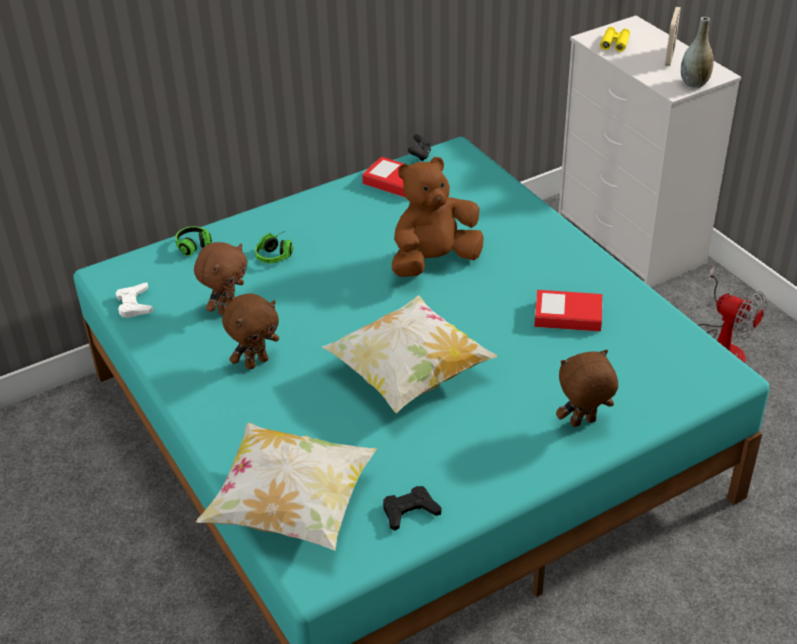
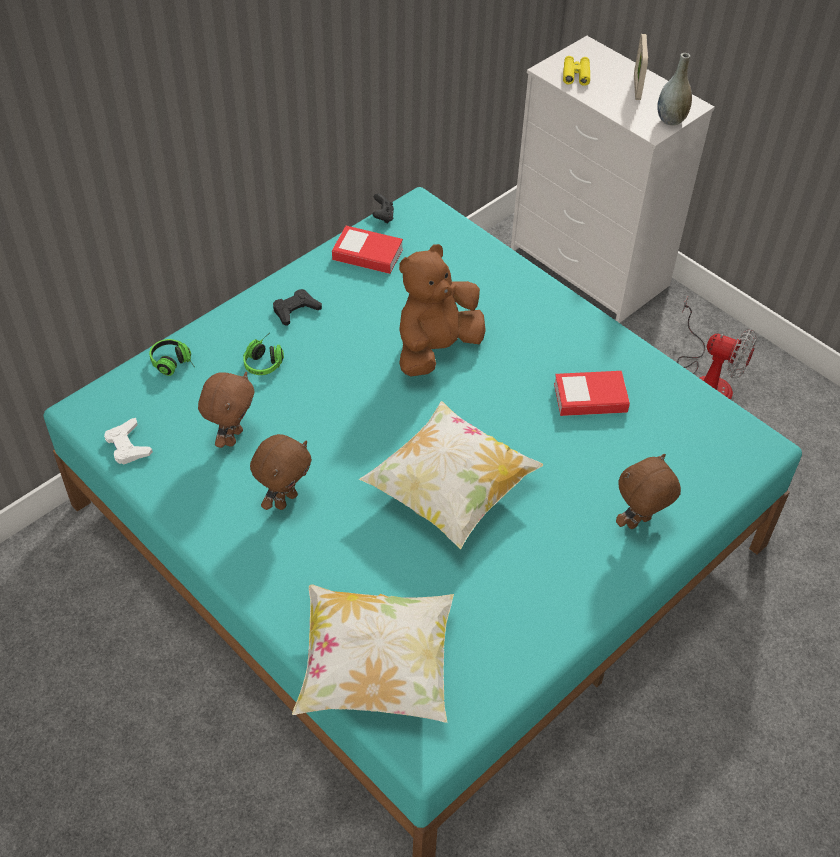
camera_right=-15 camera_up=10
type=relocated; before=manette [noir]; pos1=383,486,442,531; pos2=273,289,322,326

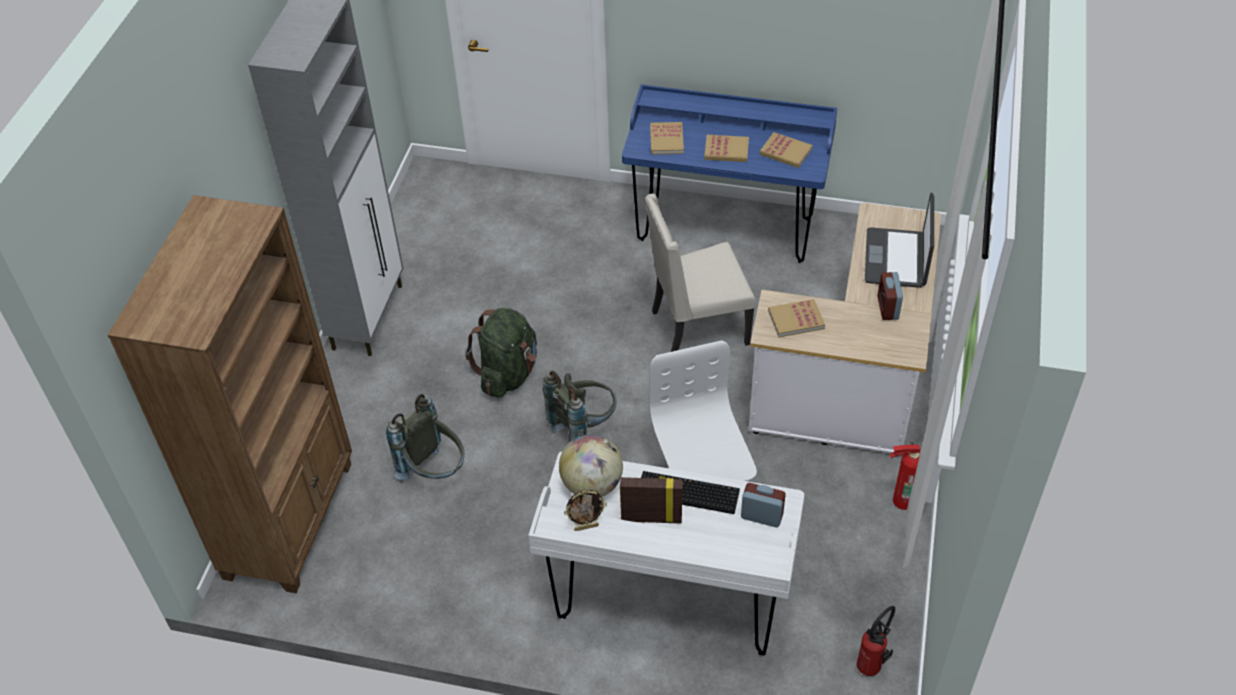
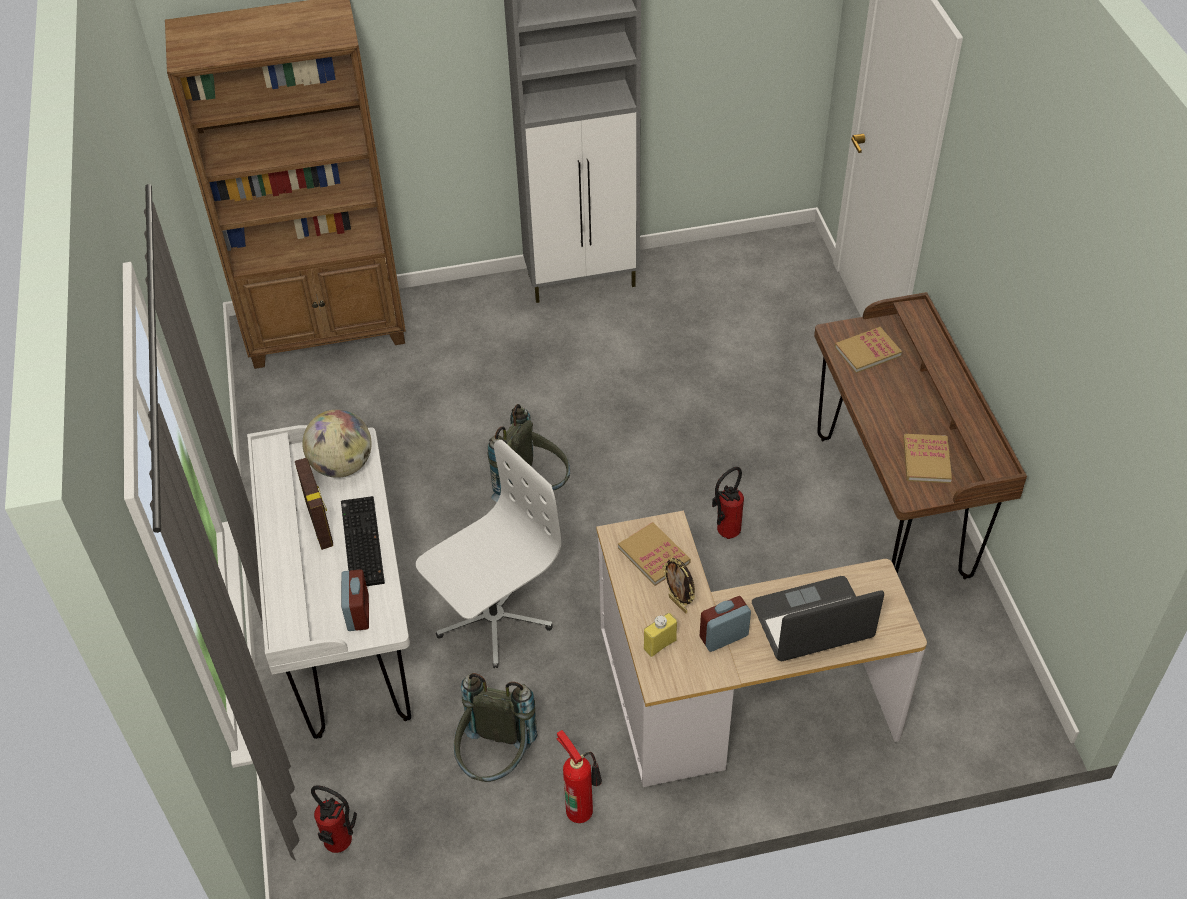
camera_right=65 camera_up=0
type=colour; before=bureau [bleu]; after=bureau [marron]; pos1=622,84,837,263; pos2=814,292,1027,579
type=missing; before=livre; pos1=704,135,749,162
type=exchanged; before=chaise [beige]; after=extincteur; pos1=645,194,755,352; pos2=712,467,744,539
type=missing; before=sac à dos [vert]; pos1=465,308,537,398
type=relocated; before=sac à dos [gris]; pos1=386,394,464,480; pos2=454,673,537,782
type=relocated; before=cadre photo; pos1=564,489,607,531; pos2=662,558,695,613
type=appeared; after=bouteille [jaune]; pos2=644,613,677,657

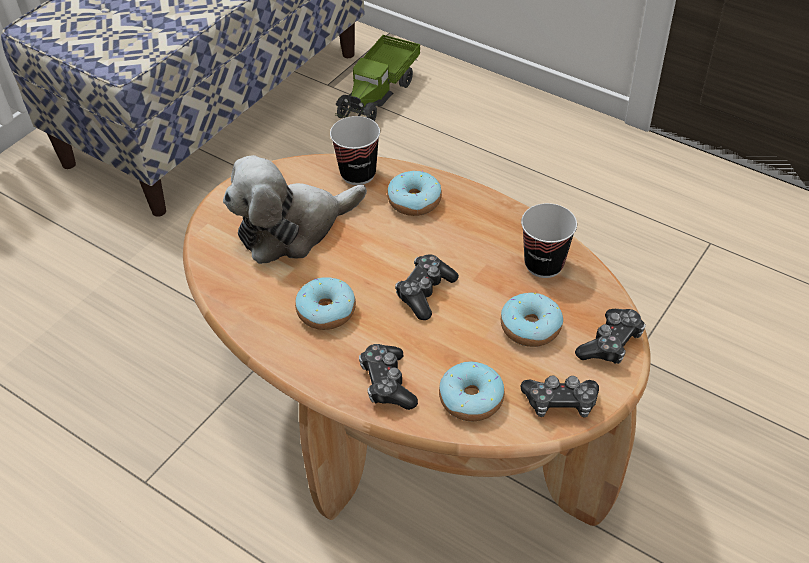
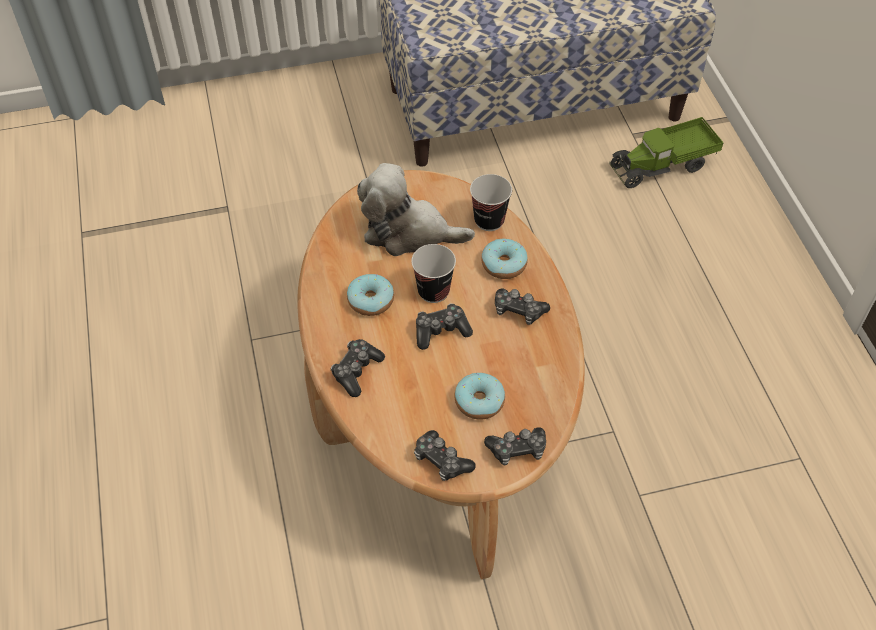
camera_right=40 camera_up=5
type=relocated; before=tasse; pos1=521,203,577,278; pos2=411,244,456,303
type=missing; before=beignet; pos1=439,362,505,421
type=appeared; after=manette; pos2=495,288,550,325

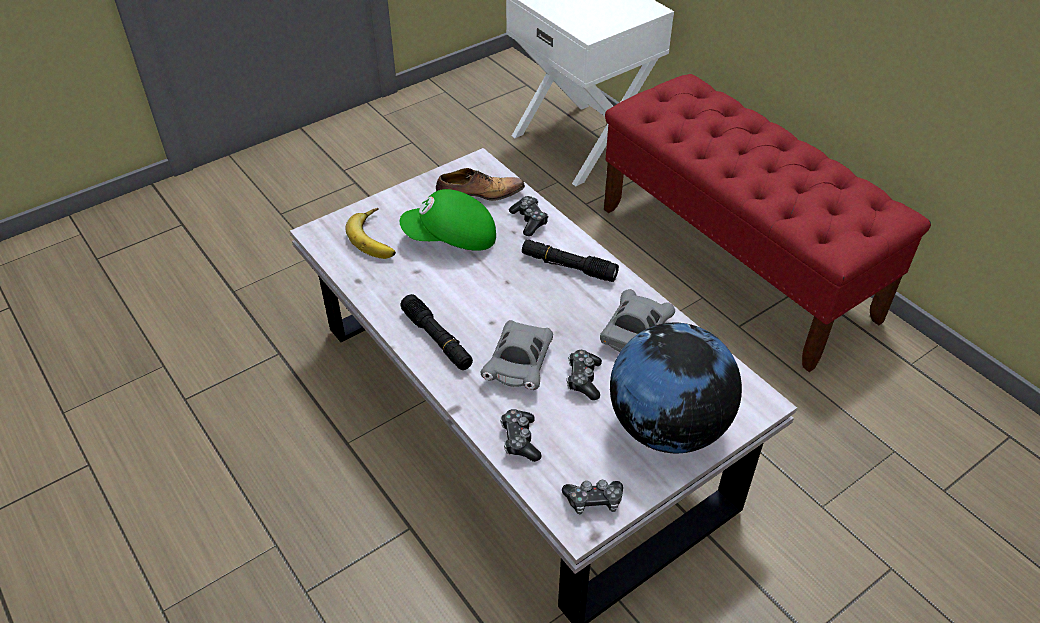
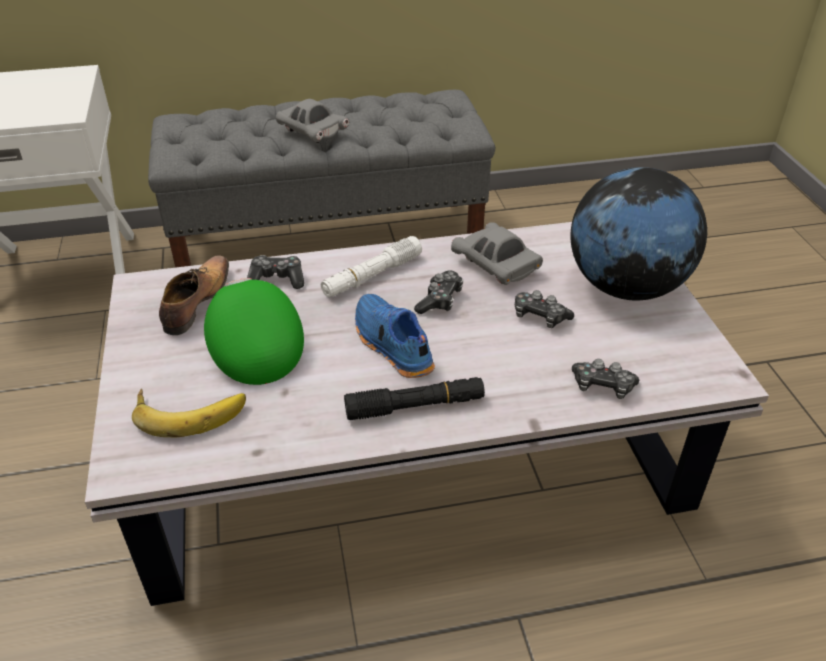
camera_right=-65 camera_up=-5
type=colour; before=banc [rouge]; after=banc [gris]; pos1=604,74,931,372; pos2=148,90,495,268
type=spun; before=casquette [vert]; pos1=400,189,496,251; pos2=204,278,304,385; turn=135
type=colour; before=lampe de poche [noir]; after=lampe de poche [blanc]; pos1=522,240,619,282; pos2=321,236,422,297
type=relocated; before=petite voiture [gris]; pos1=480,320,553,390; pos2=276,99,349,143
type=relocated; before=manette; pos1=562,480,623,514; pos2=414,271,463,314
type=appeared; after=chaussure [bleu]; pos2=355,294,435,378

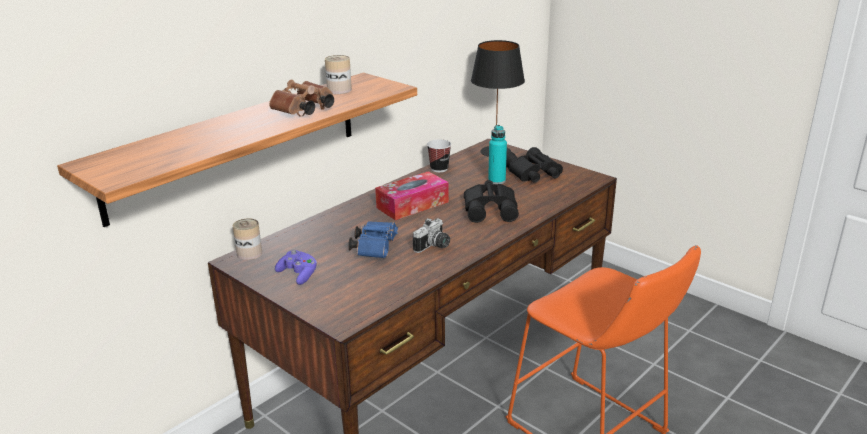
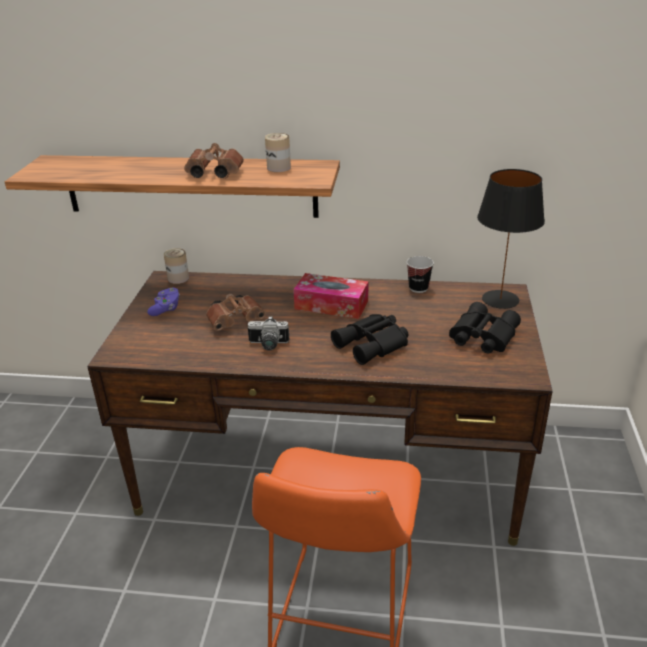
camera_right=55 camera_up=5
type=missing; before=bouteille [turquoise]; pos1=488,125,507,184
type=colour; before=jumelles [bleu]; after=jumelles [marron]; pos1=348,221,398,258; pos2=206,294,266,331

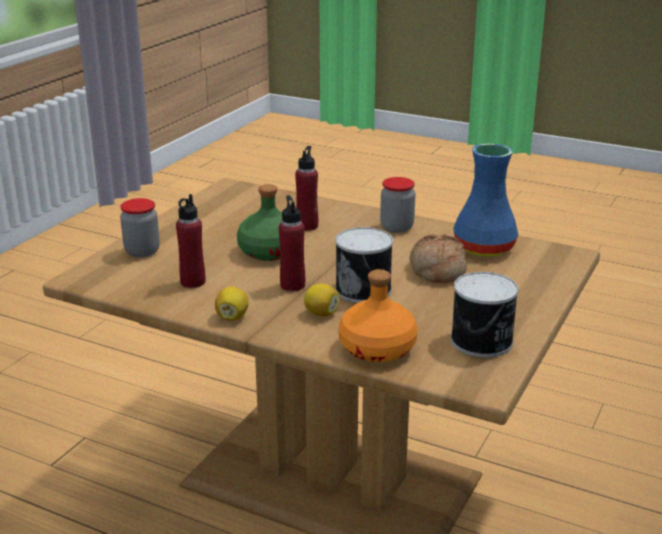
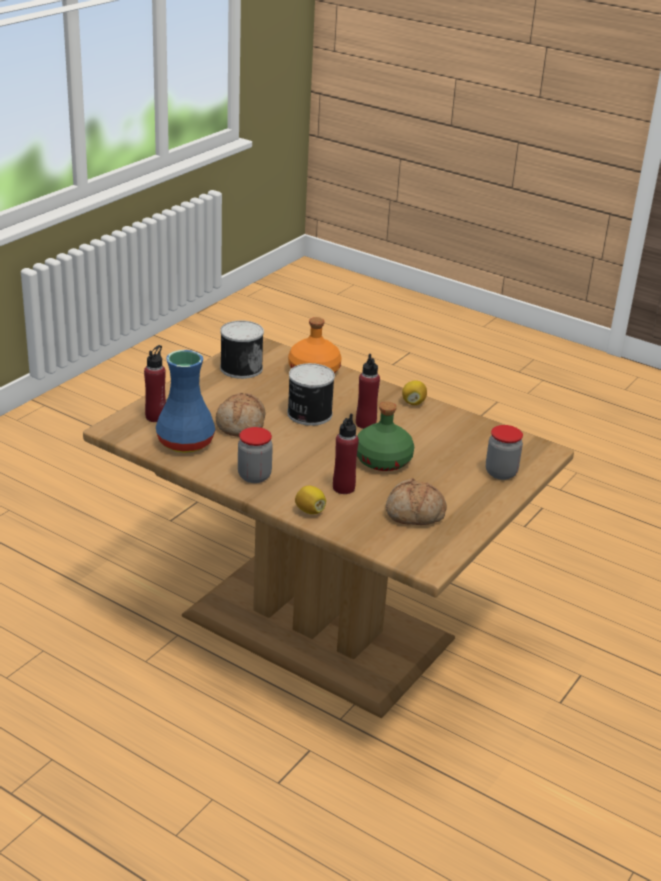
camera_right=-175 camera_up=5
type=relocated; before=bouteille [rouge]; pos1=176,194,206,288; pos2=144,345,166,422
type=relocated; before=citron; pos1=304,283,340,316; pos2=295,486,326,514
type=appeared; after=pain; pos2=386,478,447,525

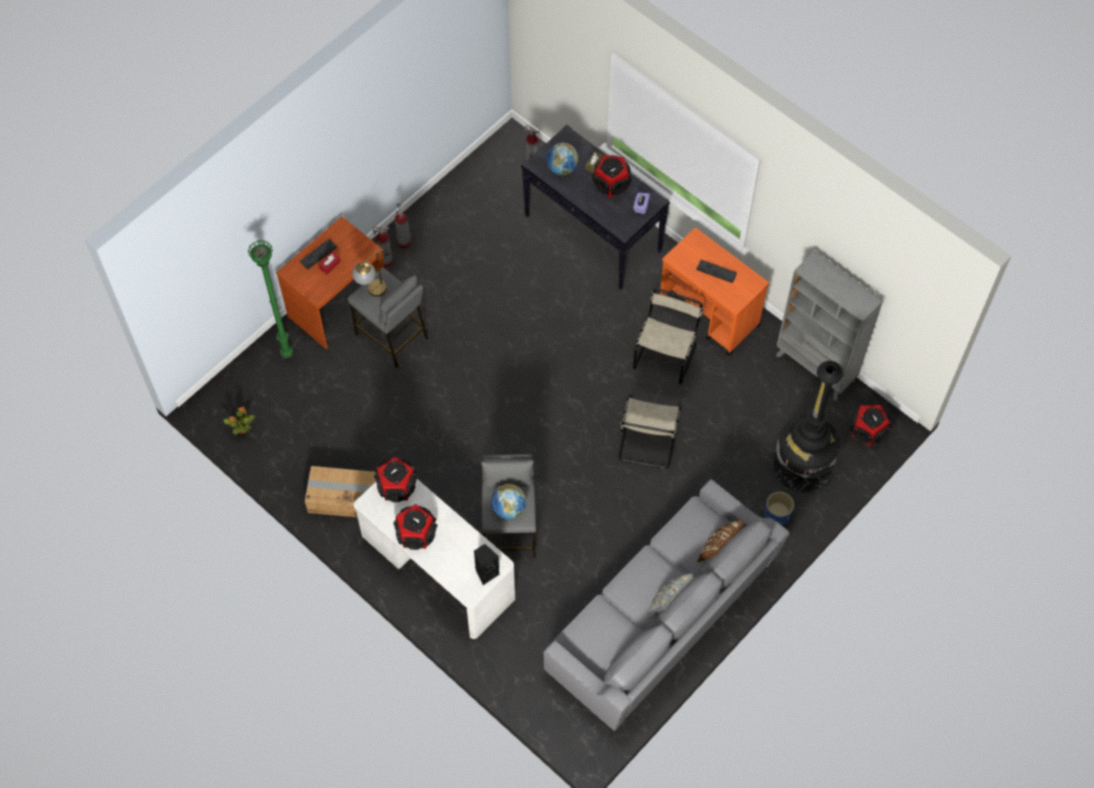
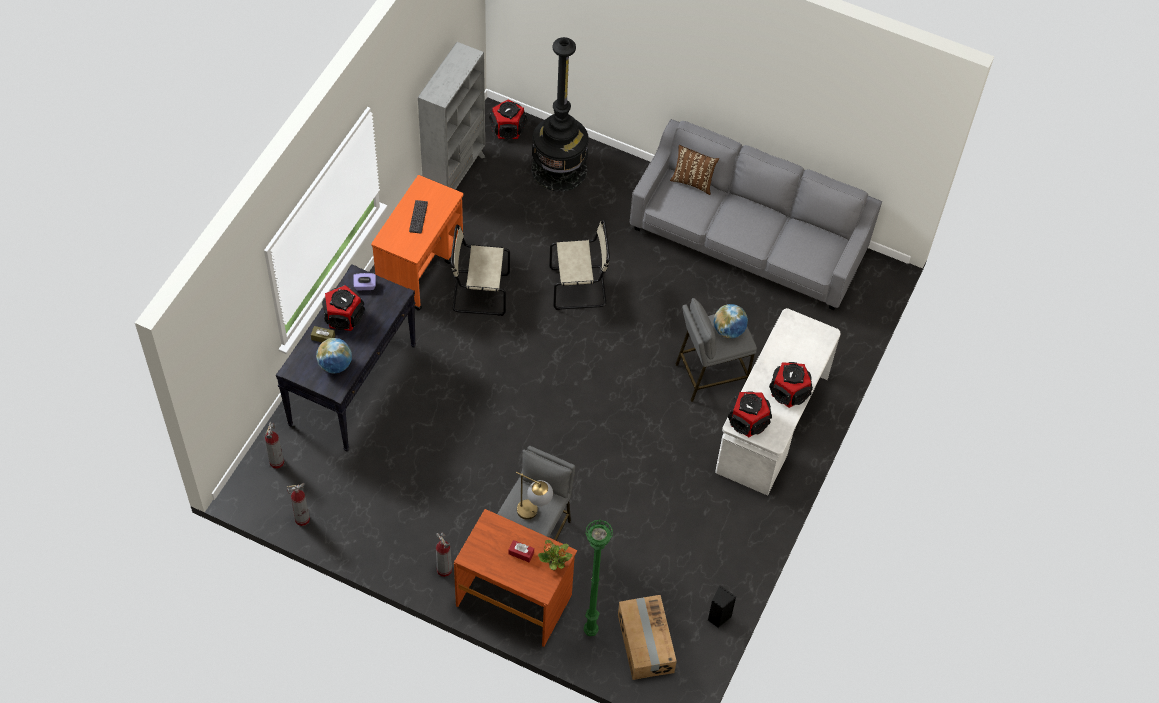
camera_right=-110 camera_up=-5
type=relocated; before=extincteur; pos1=395,202,411,248; pos2=287,483,310,526
type=missing; before=clavier; pos1=300,239,337,269
type=relocated; before=plante en pot; pos1=224,407,254,435; pos2=538,540,572,570
type=relocated; before=carton; pos1=305,466,377,517; pos2=618,595,677,680
type=missing; before=cache-pot [bleu]; pos1=765,492,794,526
type=relocated; before=enceinte [noir]; pos1=474,544,500,585; pos2=708,585,736,628
type=missing; before=coussin [gris]; pos1=647,573,693,615

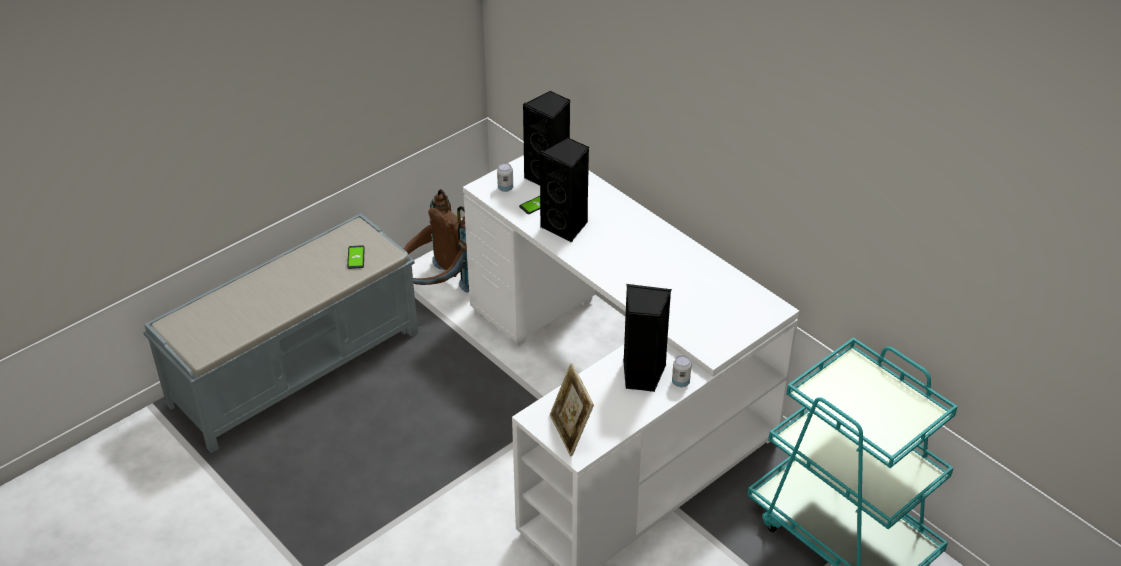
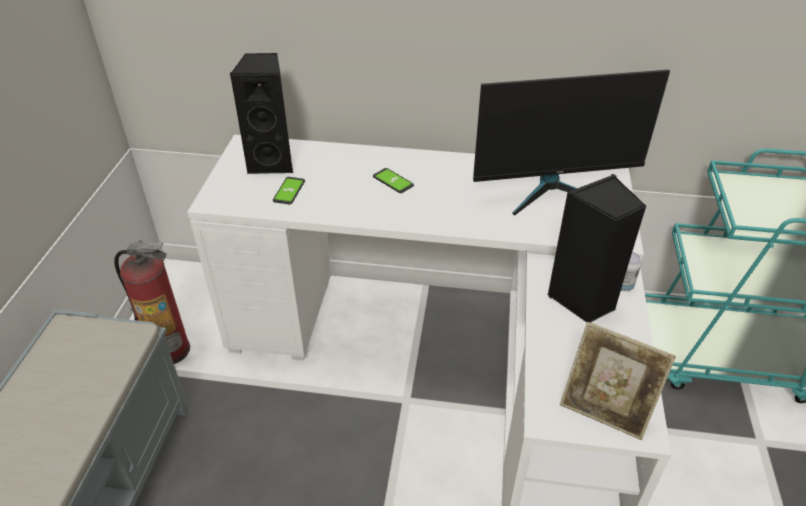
camera_right=-40 camera_up=0
type=missing; before=enceinte [noir]; pos1=540,137,589,243
type=missing; before=boîte métallique; pos1=497,163,513,192
type=exchanged; before=sac à dos [marron]; after=extincteur; pos1=403,189,469,293; pos2=114,240,190,364
type=relocated; before=téléphone; pos1=347,245,365,269; pos2=373,168,414,193
type=appeared; after=écran d'ordinateur; pos2=473,70,670,216

